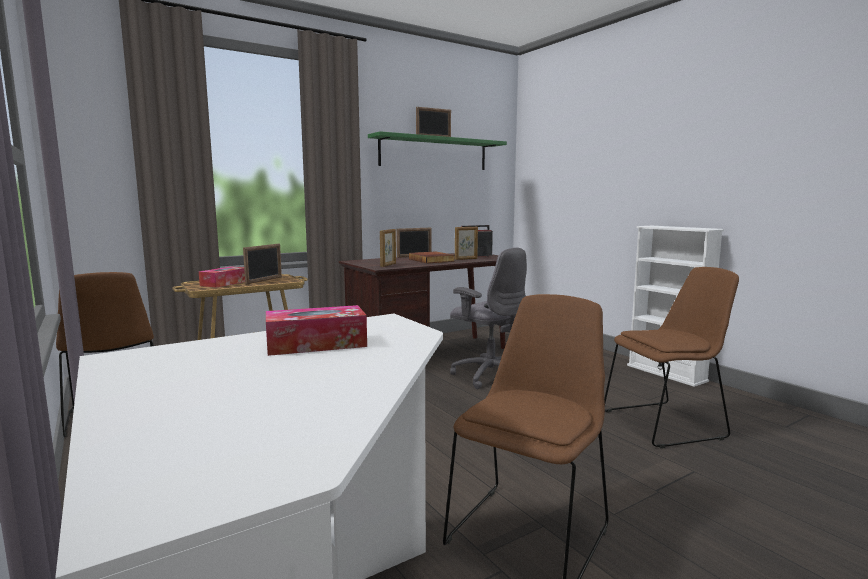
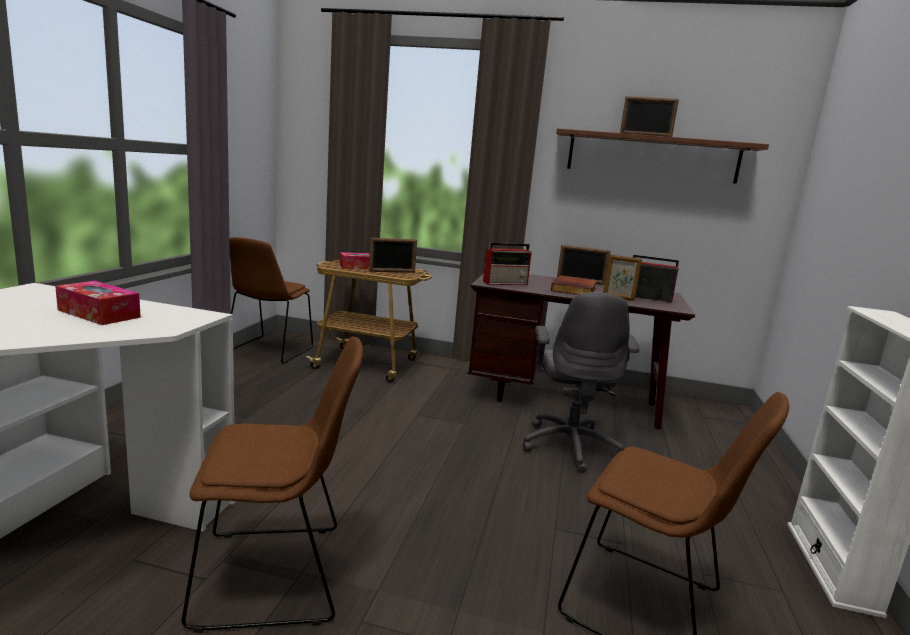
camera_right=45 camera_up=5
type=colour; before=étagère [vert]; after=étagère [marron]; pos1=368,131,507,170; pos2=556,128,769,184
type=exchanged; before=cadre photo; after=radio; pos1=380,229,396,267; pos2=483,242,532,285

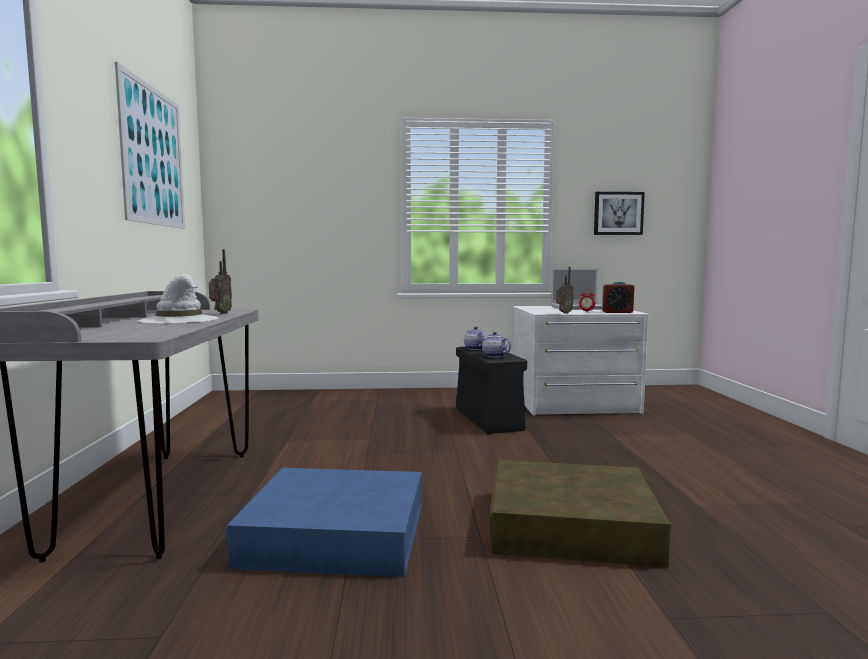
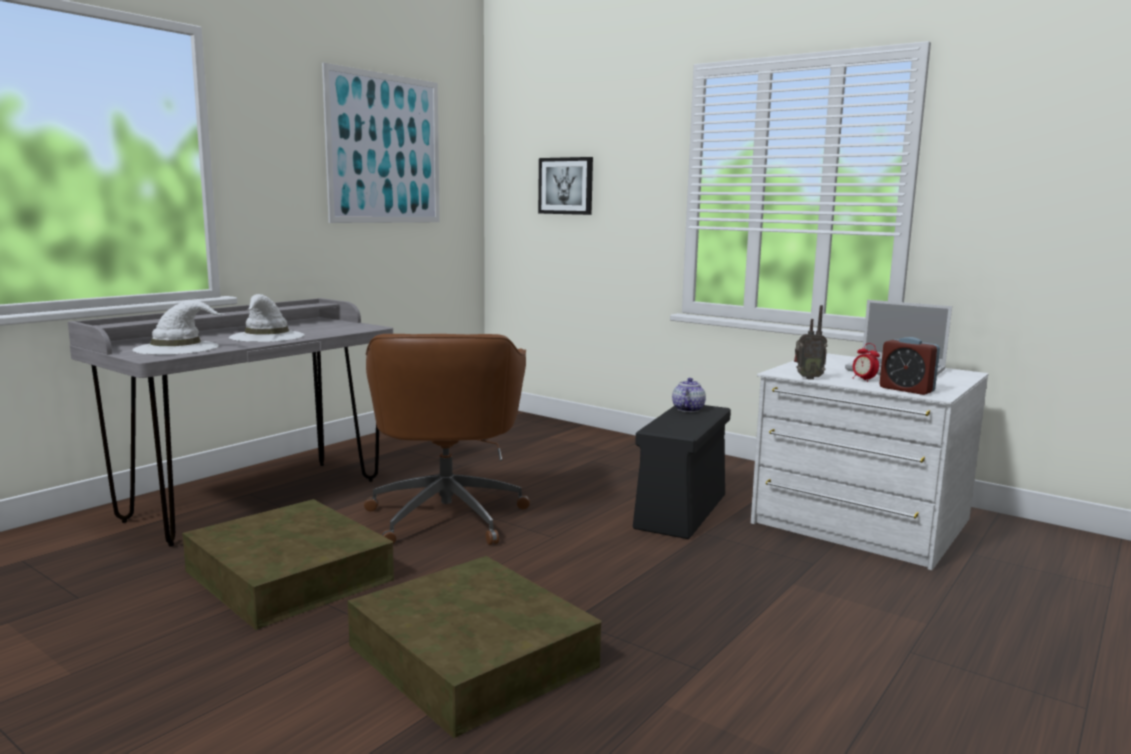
camera_right=40 camera_up=5
type=relocated; before=tableau; pos1=594,192,645,235; pos2=538,157,593,215
type=missing; before=radio; pos1=209,249,232,314
type=missing; before=théière; pos1=479,332,511,357
type=colour; before=boîte de rangement [bleu]; after=boîte de rangement [marron]; pos1=225,468,422,577; pos2=182,499,394,630
type=appeared; after=chapeau [blanc]; pos2=132,300,225,355
type=appeared; after=chaise de bureau [marron]; pos2=364,334,530,545

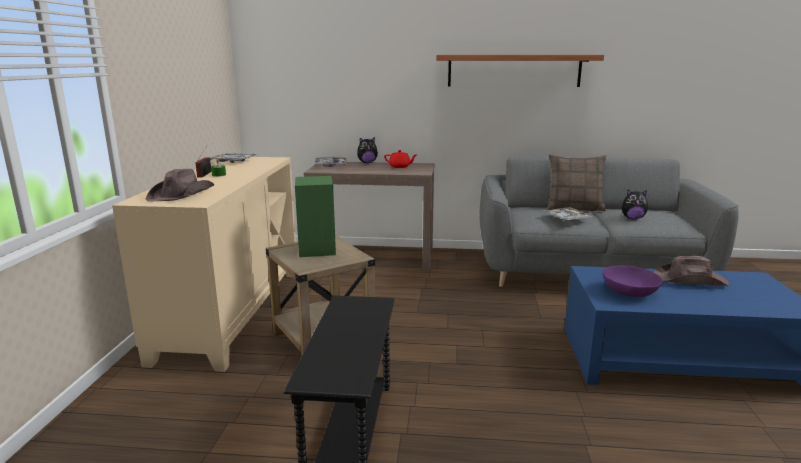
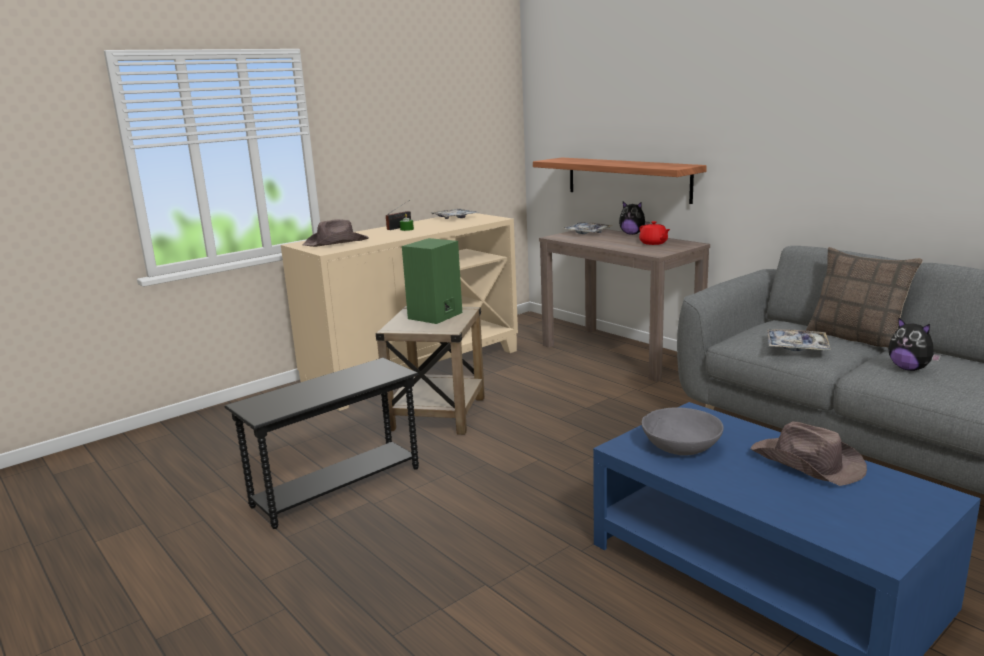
camera_right=45 camera_up=0
type=relocated; before=étagère; pos1=436,55,604,87; pos2=533,158,707,204
type=colour; before=bol [violet]; after=bol [gris]; pos1=603,265,663,297; pos2=641,407,724,456

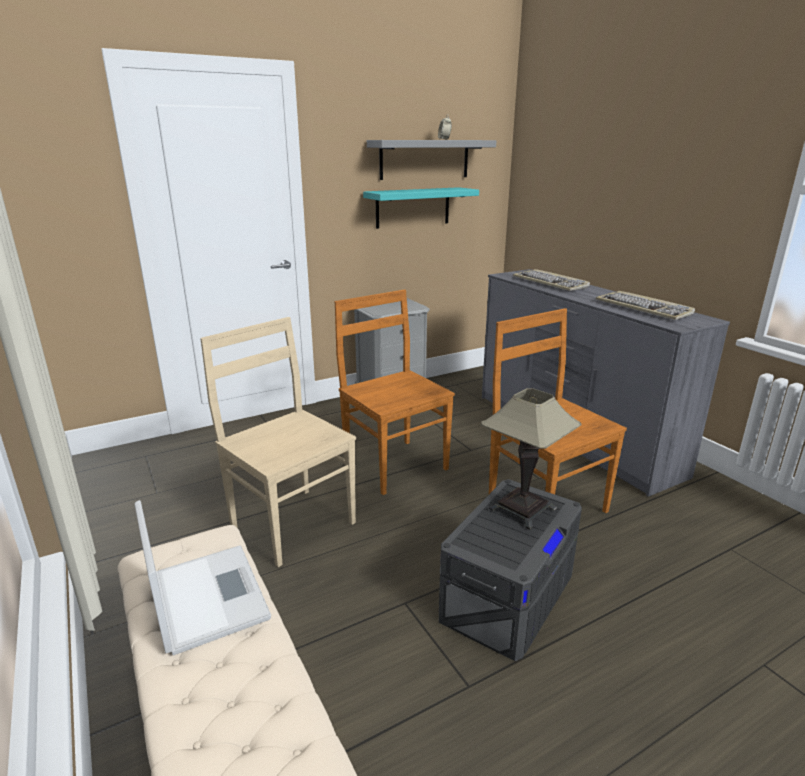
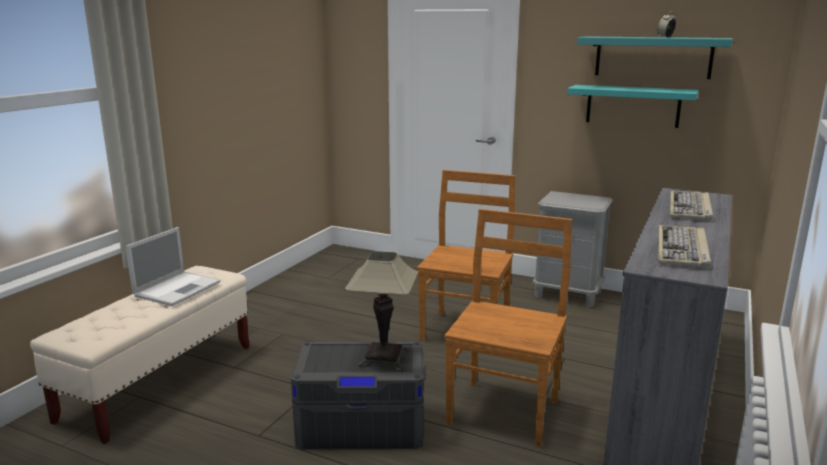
camera_right=55 camera_up=-5
type=colour; before=étagère [gris]; after=étagère [turquoise]; pos1=367,140,496,180; pos2=577,36,733,79
type=missing; before=chaise [beige]; pos1=200,317,356,567

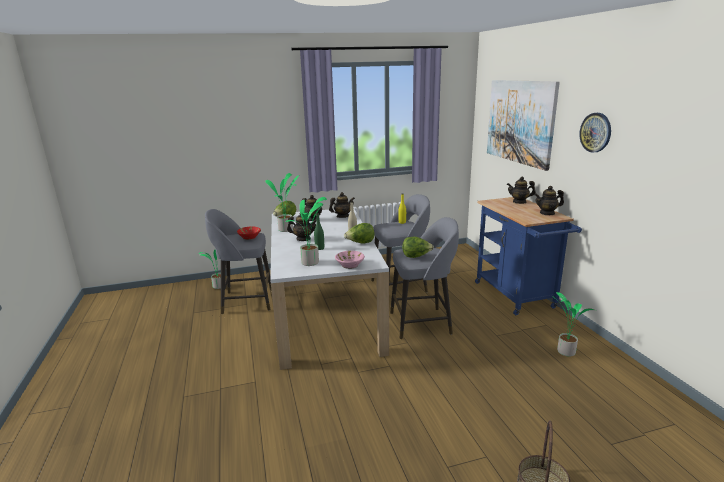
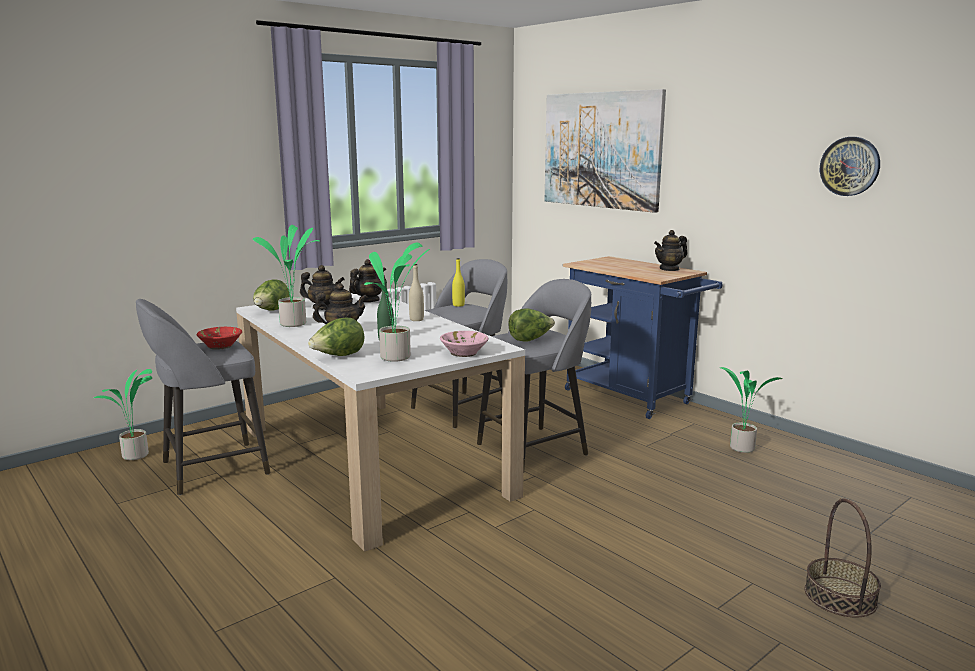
camera_right=-25 camera_up=-5
type=relocated; before=horloge murale; pos1=579,113,611,153; pos2=820,137,880,196
type=missing; before=théière; pos1=507,177,536,204
type=relocated; before=laitue; pos1=344,223,375,243; pos2=308,318,365,356

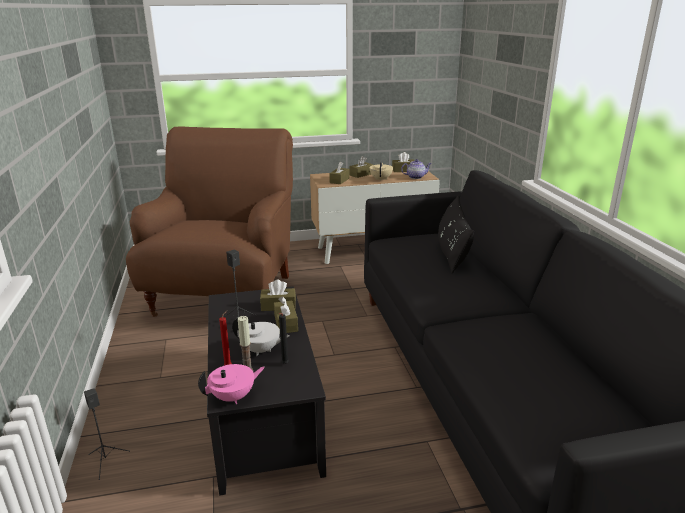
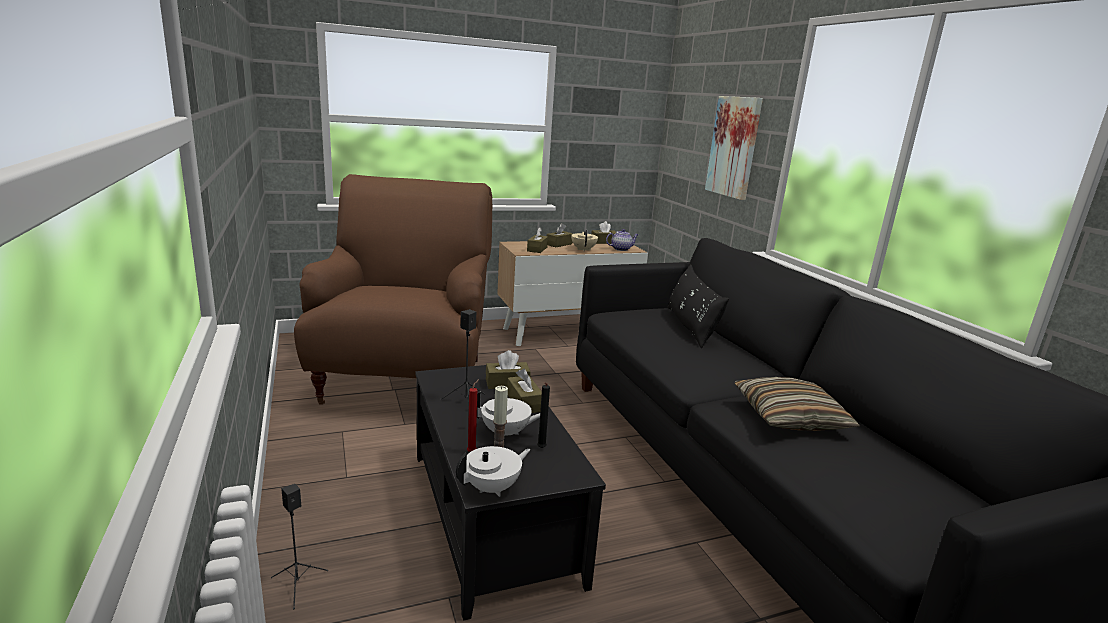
camera_right=-10 camera_up=-5
type=colour; before=théière [rose]; after=théière [blanc]; pos1=198,364,265,404; pos2=456,446,531,497
type=appeared; after=tableau; pos2=705,96,763,200
type=appeared; after=coussin; pos2=735,377,860,431

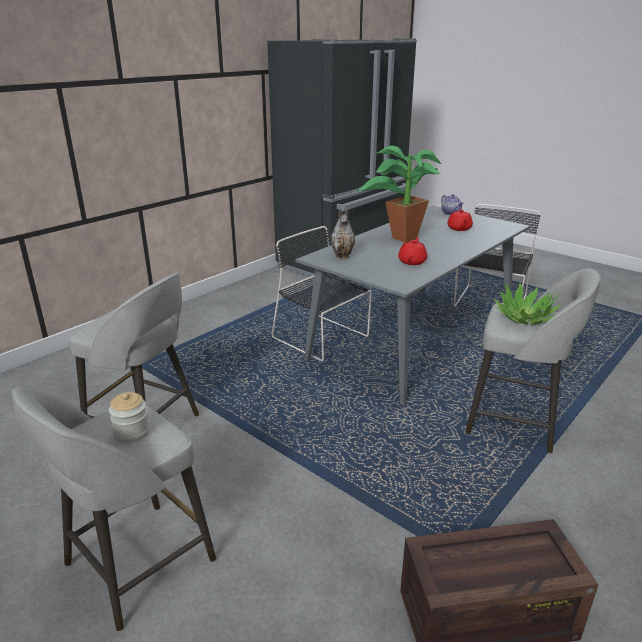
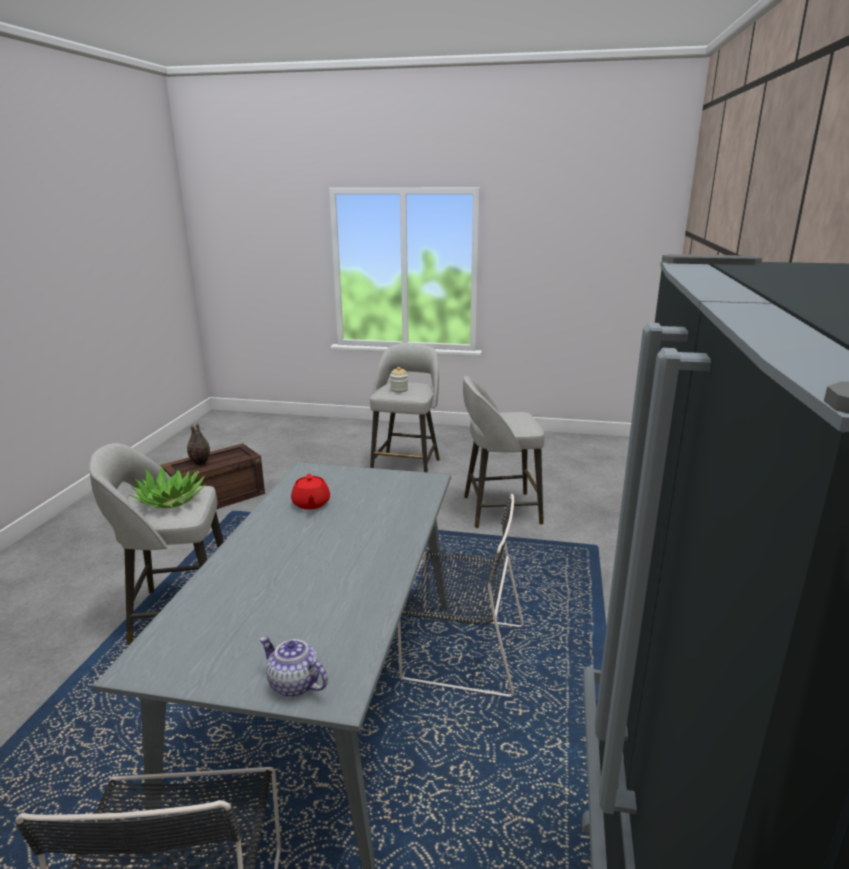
camera_right=150 camera_up=-5
type=missing; before=plante en pot; pos1=357,145,442,242
type=relocated; before=vase; pos1=331,209,355,259; pos2=187,423,210,466
type=missing; before=théière [rouge]; pos1=447,209,473,231

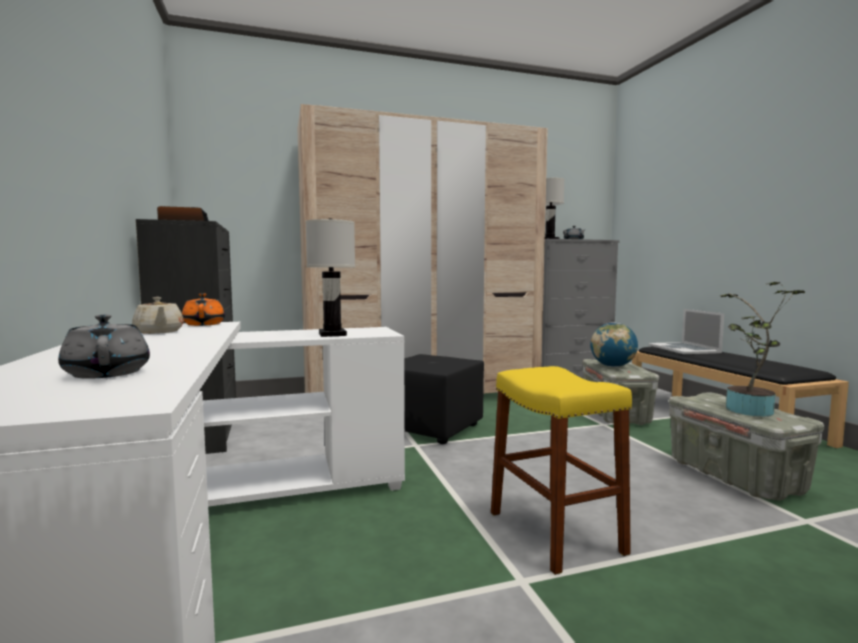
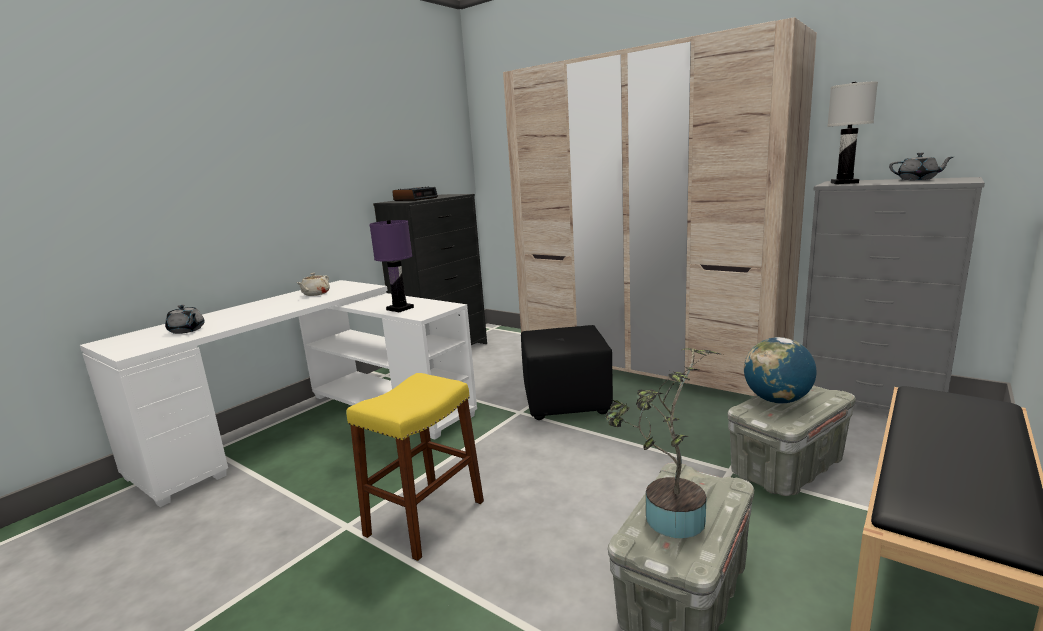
camera_right=55 camera_up=10
type=colour; before=lampe de table [blanc]; after=lampe de table [violet]; pos1=305,219,355,337; pos2=369,220,414,312
type=missing; before=théière [orange]; pos1=182,293,225,326
type=missing; before=ordinateur portable; pos1=648,309,724,354
type=spun; before=théière [gris]; pos1=58,315,150,379; pos2=165,305,205,334; turn=105

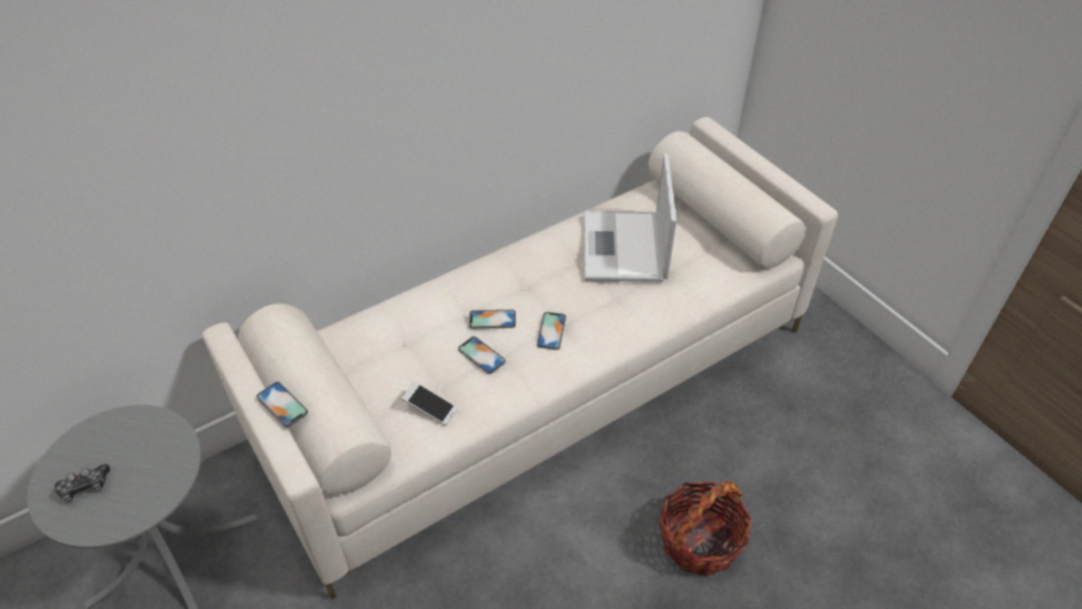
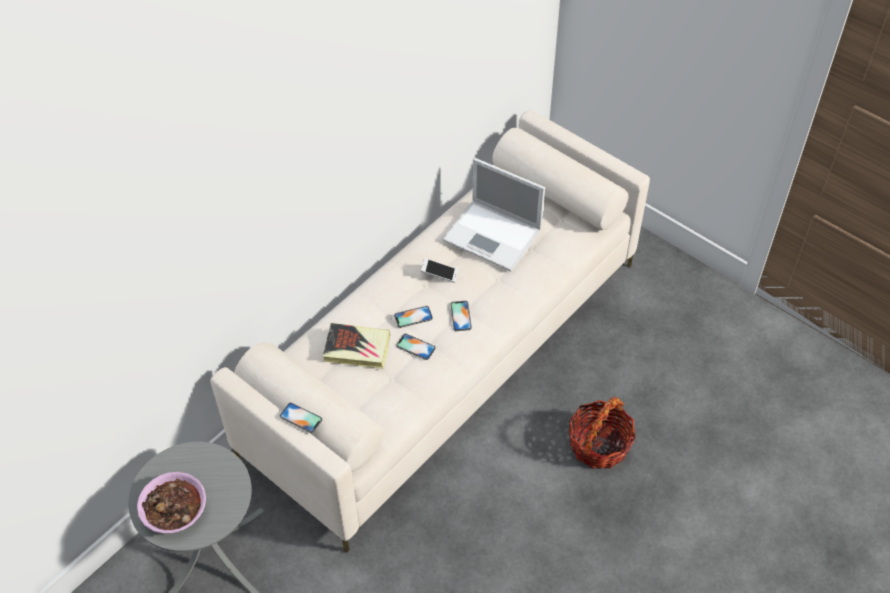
camera_right=-15 camera_up=5
type=spun; before=ordinateur portable; pos1=584,154,677,282; pos2=442,158,545,271; turn=-45
type=relocated; before=téléphone; pos1=402,382,458,426; pos2=421,258,458,283
type=exchanged; before=manette; after=bol; pos1=54,464,110,502; pos2=137,472,206,534
type=appeared; after=livre; pos2=323,323,391,369

